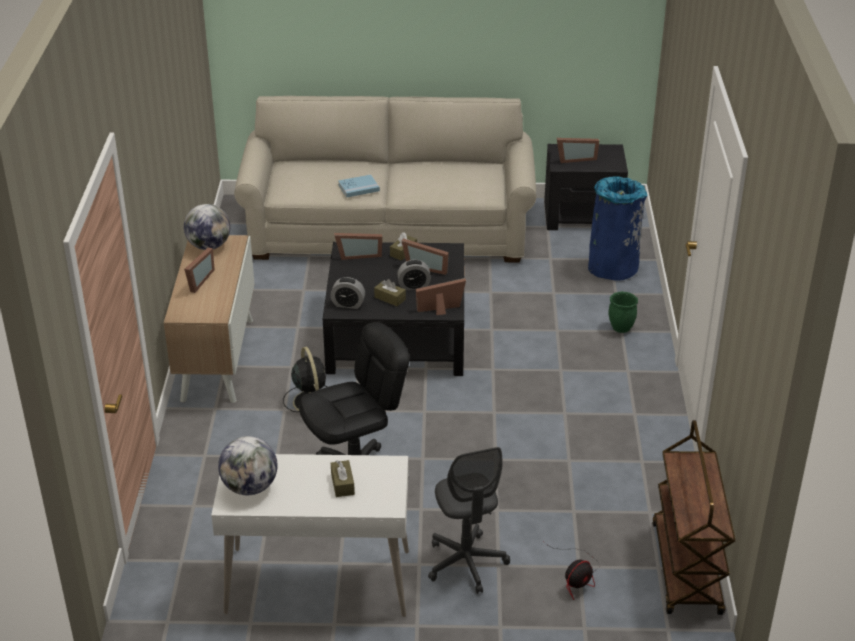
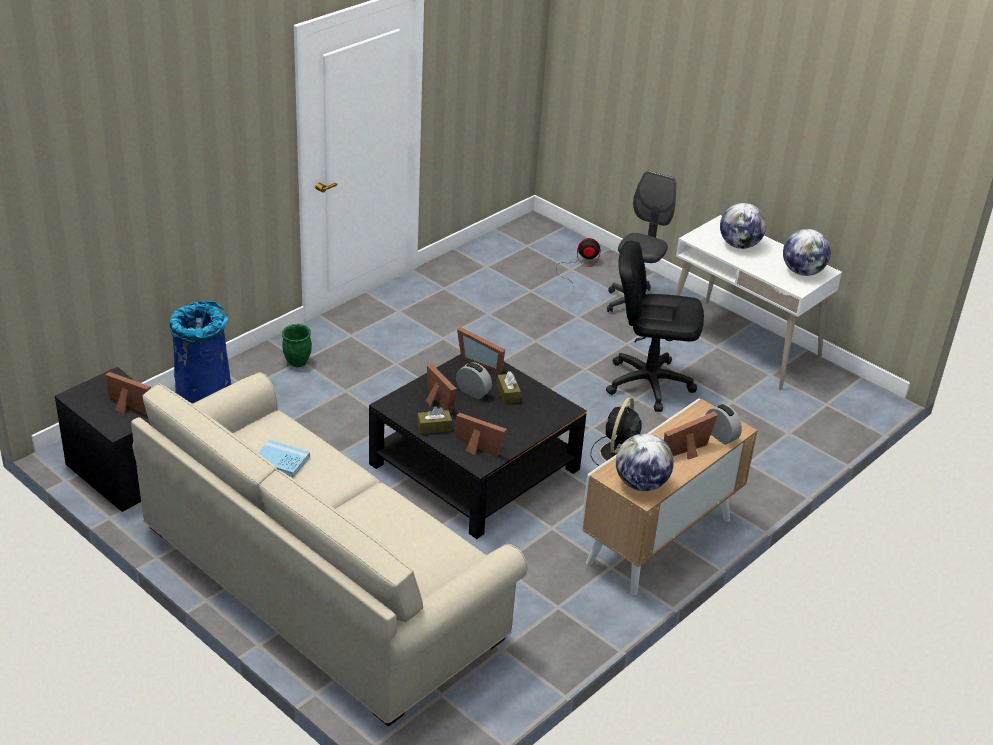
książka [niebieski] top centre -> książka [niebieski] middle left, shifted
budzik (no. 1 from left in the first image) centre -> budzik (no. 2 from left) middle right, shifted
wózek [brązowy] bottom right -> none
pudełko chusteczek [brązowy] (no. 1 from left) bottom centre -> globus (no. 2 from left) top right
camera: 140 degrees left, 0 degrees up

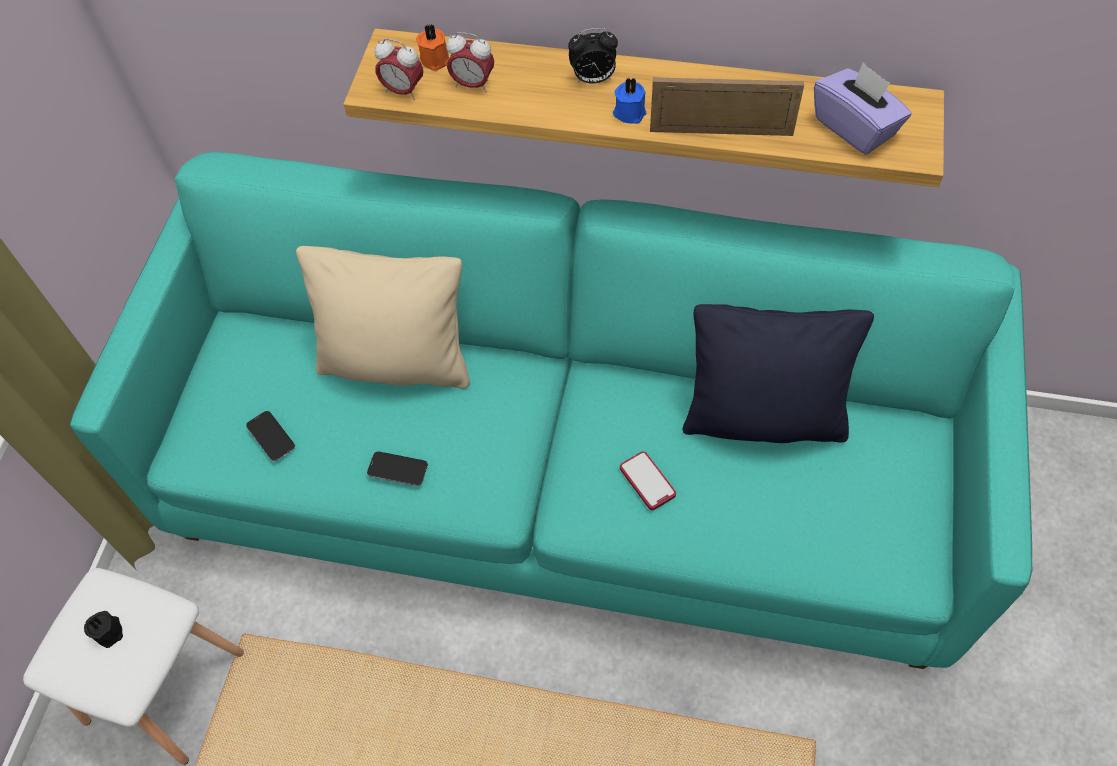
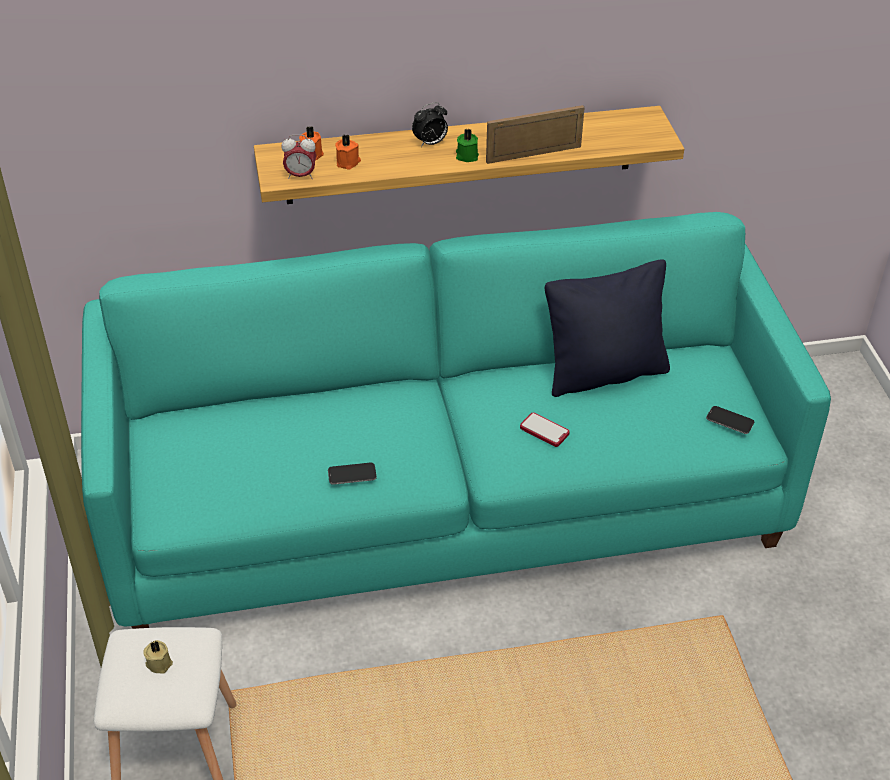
budzik (no. 2 from left) top centre -> świeca [pomarańczowy] (no. 2 from left) top centre
pudełko chusteczek [fioletowy] top right -> none
świeca [niebieski] top centre -> świeca [zielony] top centre
poduszka [beżowy] centre -> none
telefon (no. 1 from left in the first image) middle left -> telefon (no. 3 from left) middle right, shifted
świeca [czarny] bottom left -> świeca [beżowy] bottom left
camera: 25 degrees left, 15 degrees down

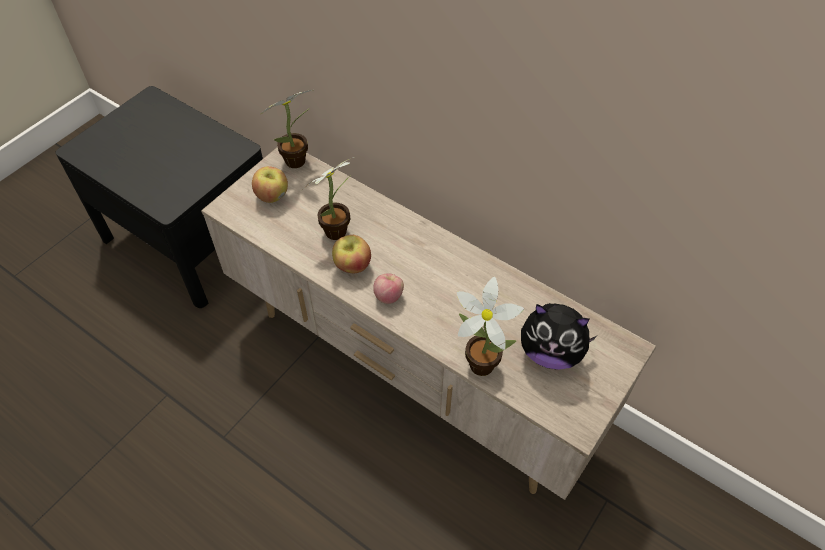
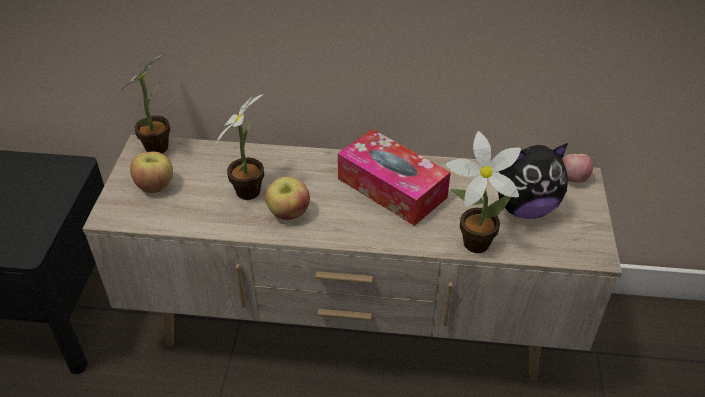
jabłko (no. 3 from left) centre -> jabłko (no. 3 from left) middle right, shifted
none -> pudełko chusteczek centre
camera: 30 degrees left, 10 degrees down

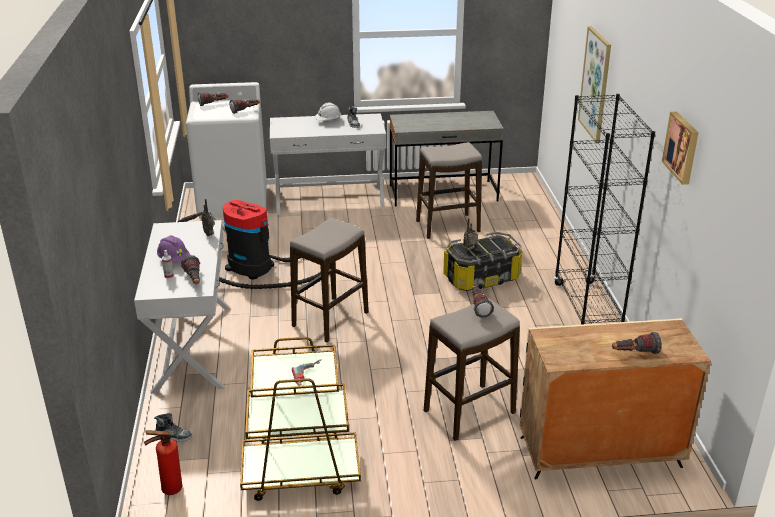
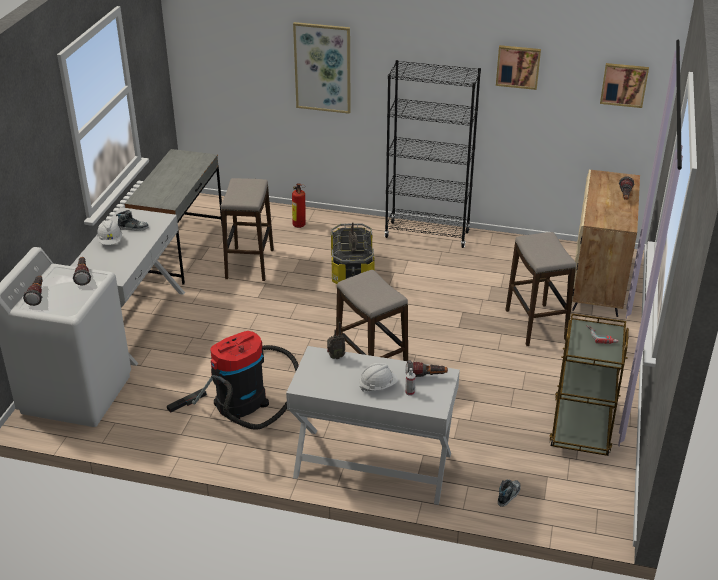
kask [fioletowy] middle left -> kask [biały] (no. 2 from left) centre
latarka (no. 4 from left) centre -> none
gaśnica bottom left -> gaśnica centre, shifted
none -> obraz (no. 3 from left) top right
camera: 70 degrees left, 5 degrees up

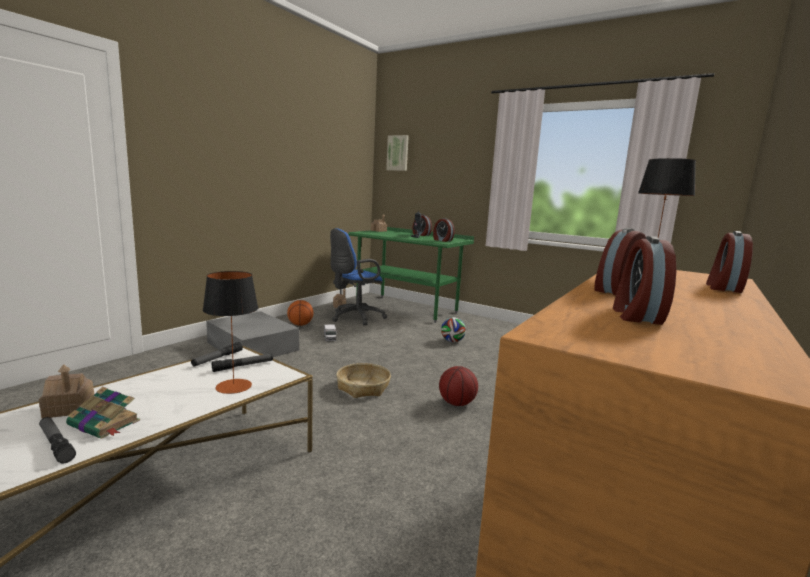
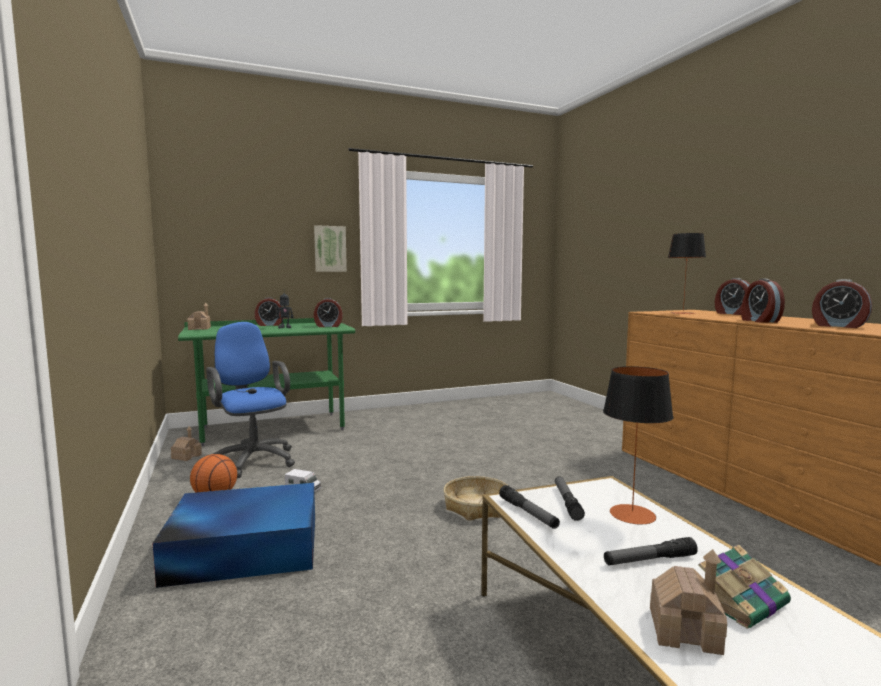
obraz top centre -> obraz centre, shifted
krzesło biurowe [niebieski] centre -> krzesło biurowe [niebieski] middle left, 150 degrees clockwise
pojemnik do przechowywania [szary] middle left -> pojemnik do przechowywania [niebieski] bottom left
piłka futbolowa centre -> none
piłka do koszykówki (no. 2 from left) bottom centre -> none
latarka (no. 1 from left in the first image) bottom left -> latarka (no. 3 from left) bottom right, shifted
camera: 55 degrees left, 5 degrees down

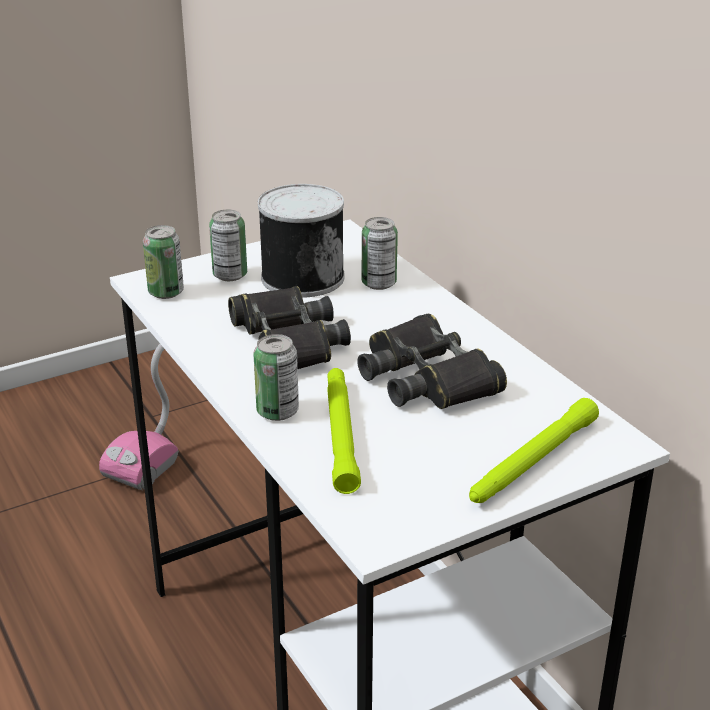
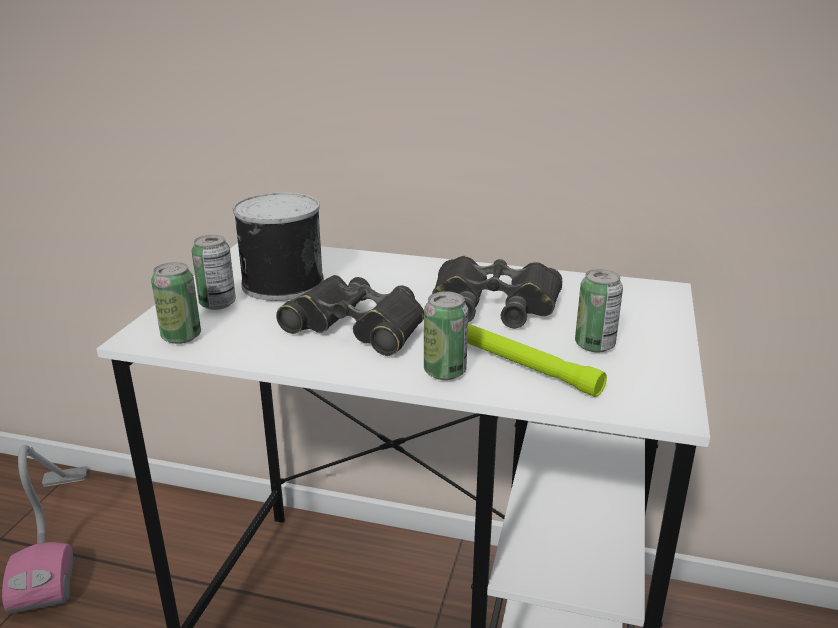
puszka (no. 5 from left) centre -> puszka (no. 5 from left) middle right, shifted
latarka [zielony] (no. 2 from left) middle right -> none
camera: 45 degrees left, 5 degrees down

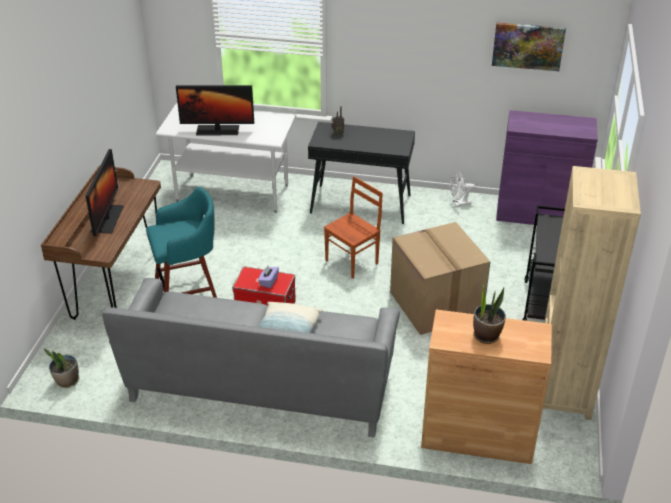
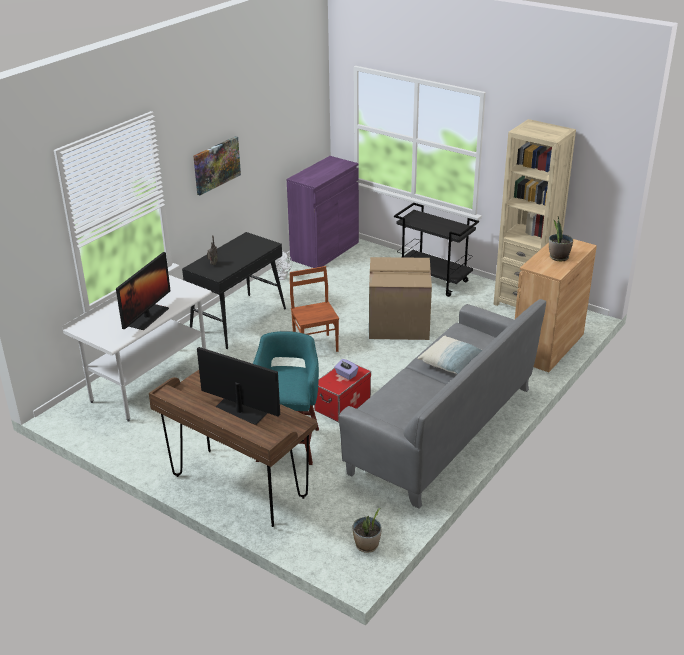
obraz top right -> obraz top left, shifted
camera: 65 degrees left, 5 degrees down

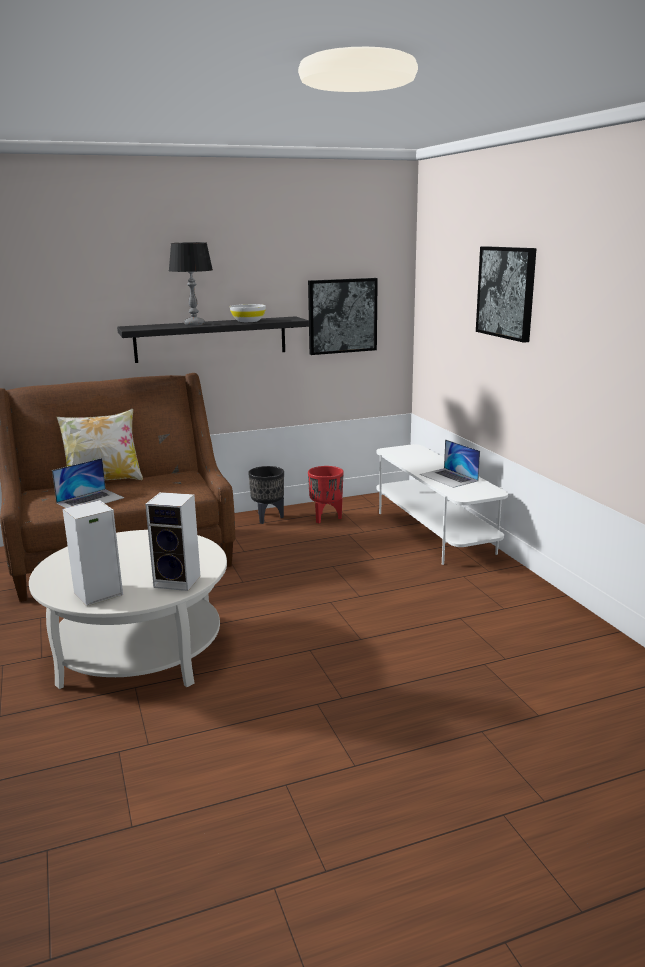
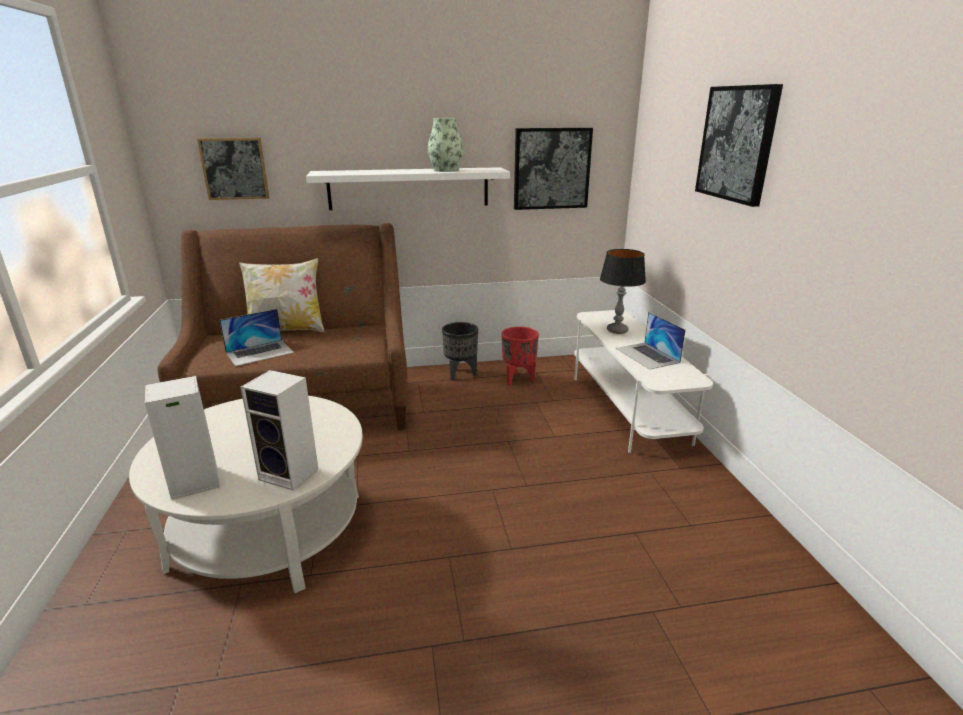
lampa stołowa top left -> lampa stołowa centre, shifted
miska [biały] top centre -> wazon top centre
półka [czarny] middle left -> półka [biały] top centre
none -> obraz (no. 1 from left) top left
camera: 10 degrees right, 5 degrees up

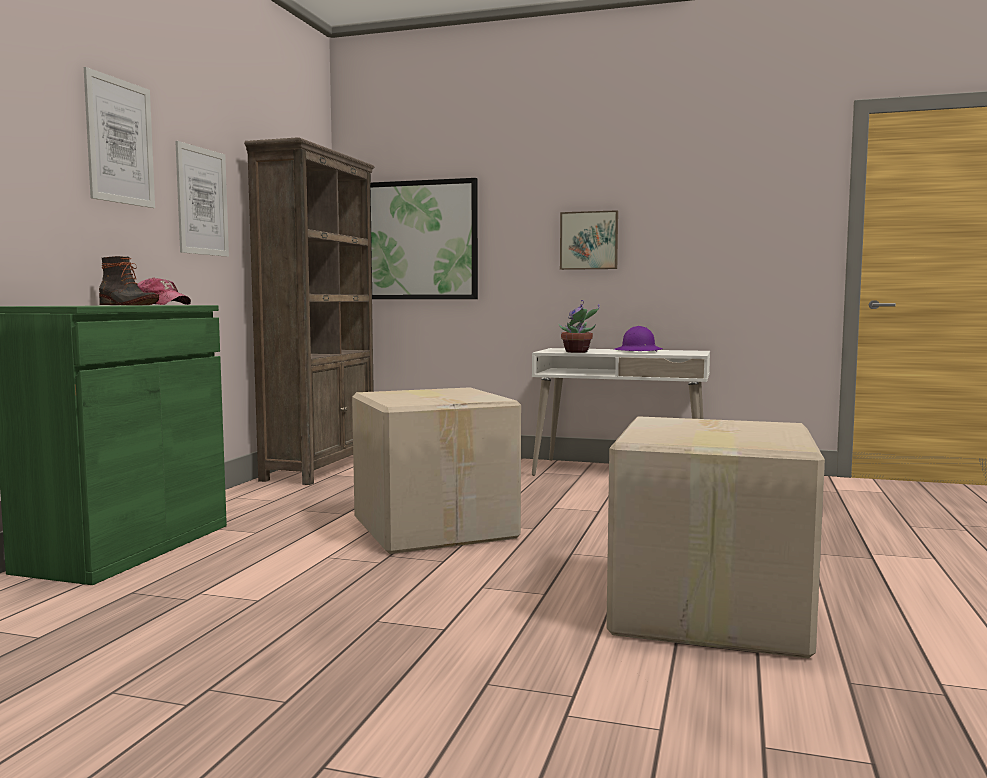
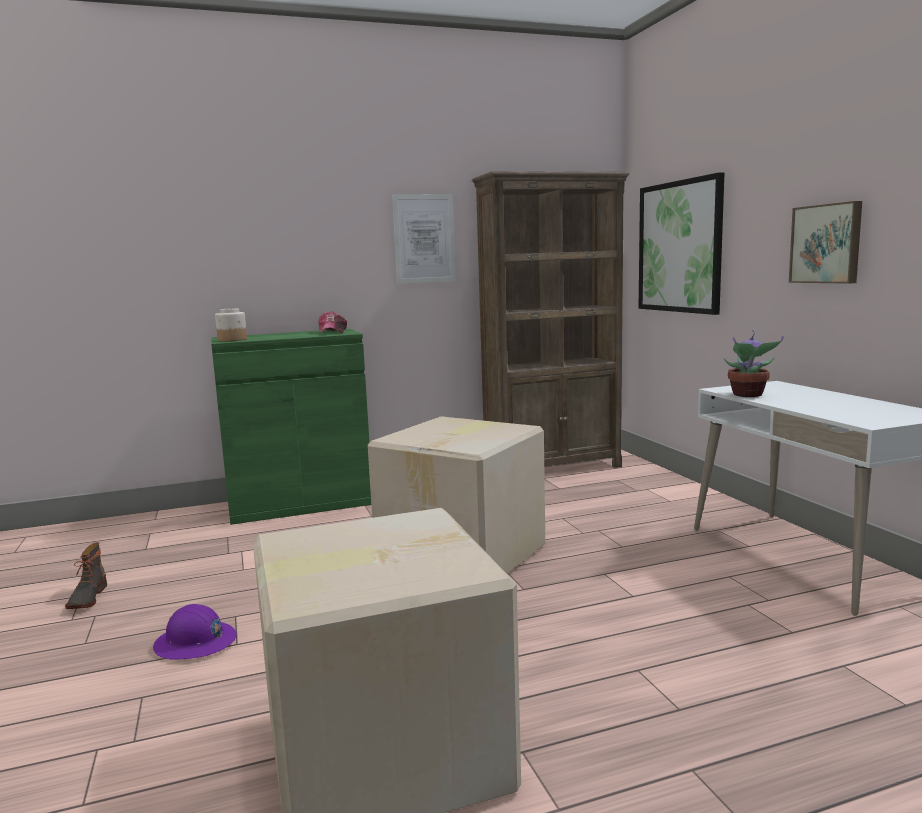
obraz (no. 1 from left) top left -> none
but z cholewką middle left -> but z cholewką bottom left, shifted
kask [fioletowy] centre -> kask [fioletowy] bottom left, shifted
none -> słoik middle left
camera: 55 degrees right, 5 degrees up

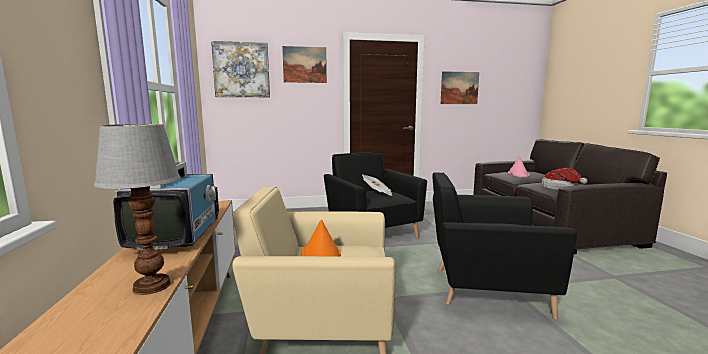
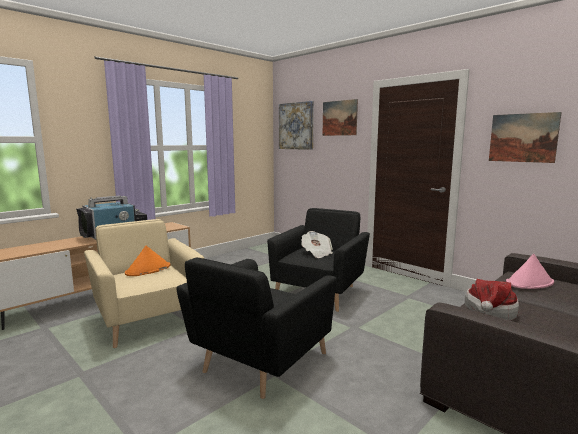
lampa stołowa middle left -> none
fotel [czarny] (no. 2 from left in the first image) bottom right -> fotel [czarny] (no. 1 from left) bottom centre, 120 degrees counterclockwise
camera: 55 degrees right, 0 degrees up

